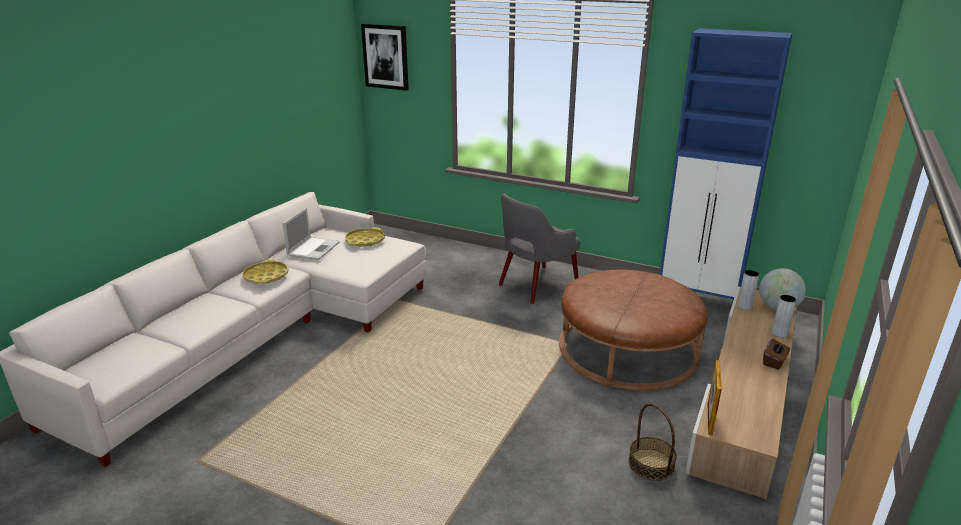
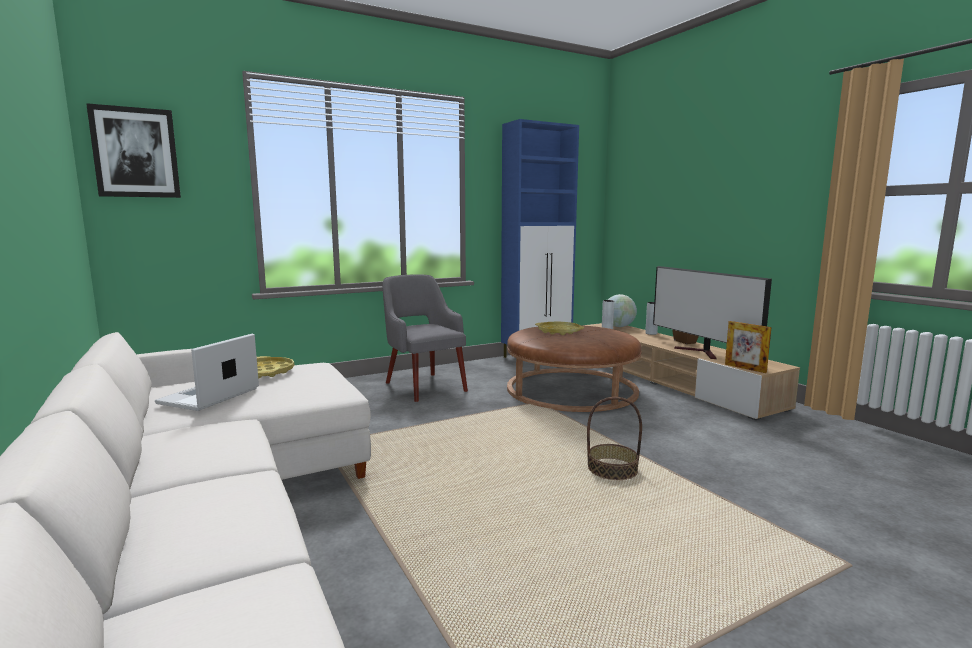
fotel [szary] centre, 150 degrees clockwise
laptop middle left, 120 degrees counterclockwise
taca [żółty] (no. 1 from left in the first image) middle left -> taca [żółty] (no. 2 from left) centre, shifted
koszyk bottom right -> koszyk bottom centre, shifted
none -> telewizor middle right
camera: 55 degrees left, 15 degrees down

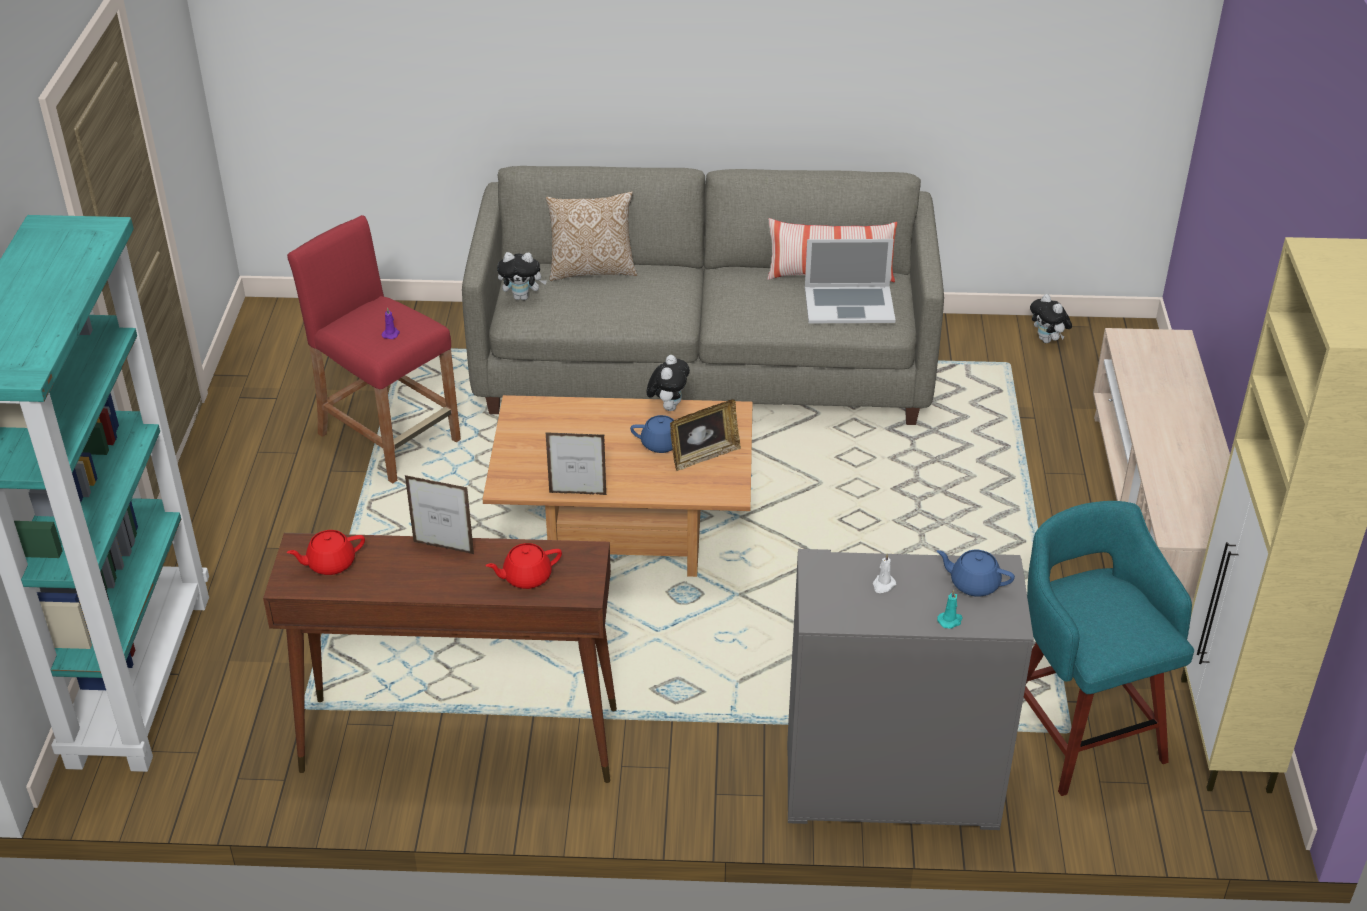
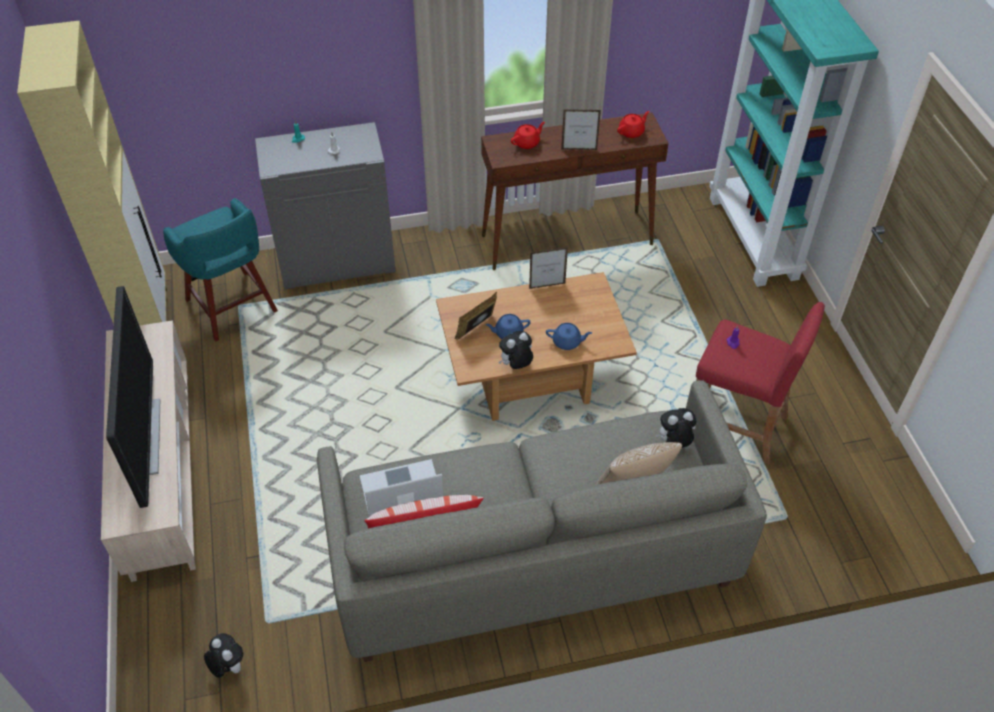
pluszak (no. 2 from left) centre, 60 degrees clockwise
imbryk [niebieski] (no. 2 from left) middle right -> imbryk [niebieski] (no. 2 from left) centre, shifted
none -> telewizor middle left
camera: 165 degrees right, 10 degrees up

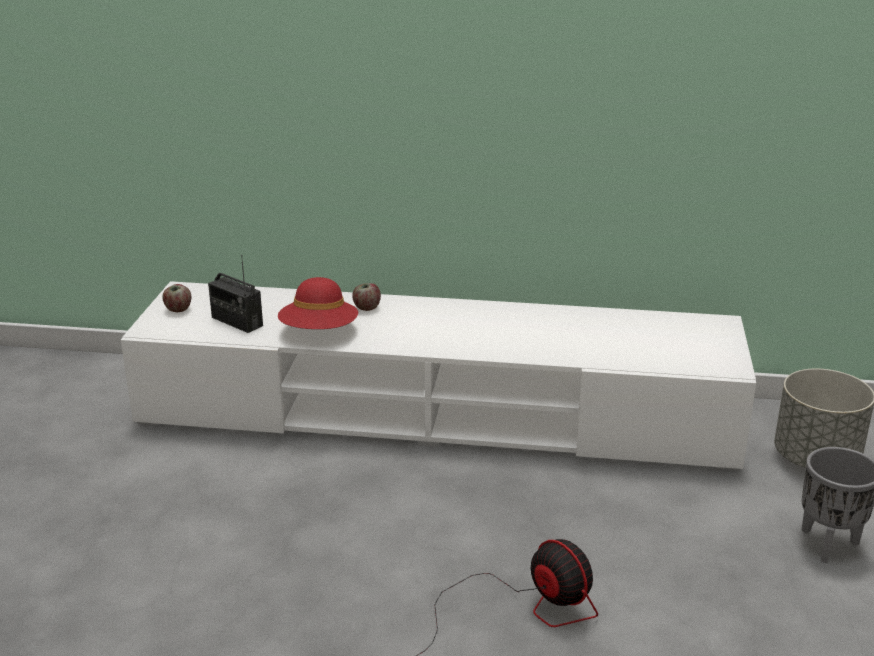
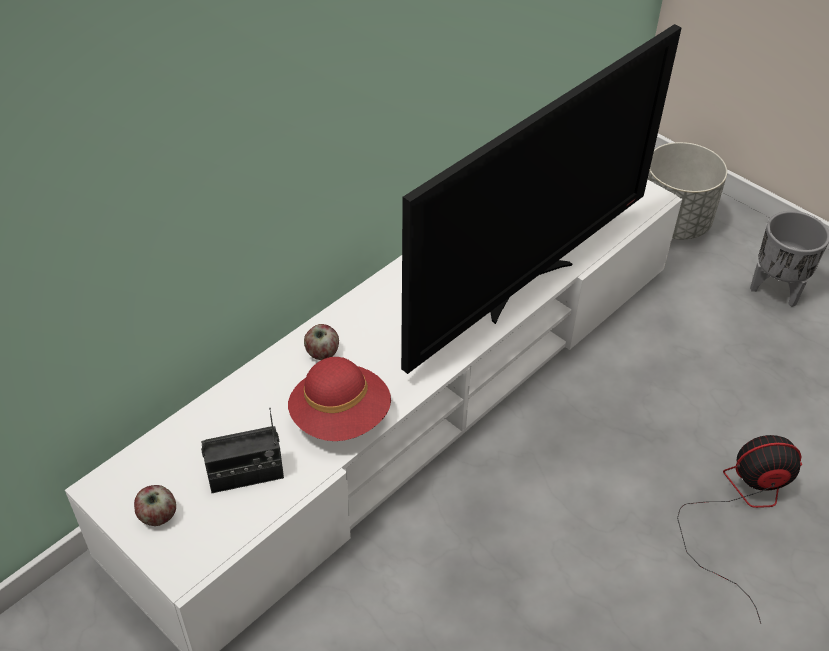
none -> telewizor top centre
camera: 55 degrees left, 20 degrees up

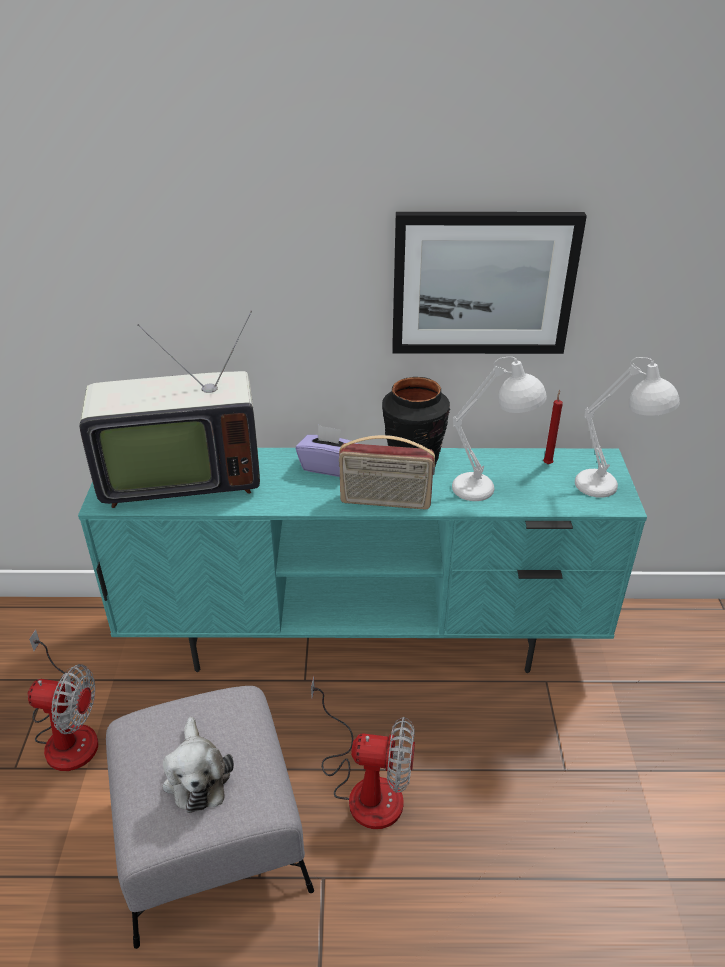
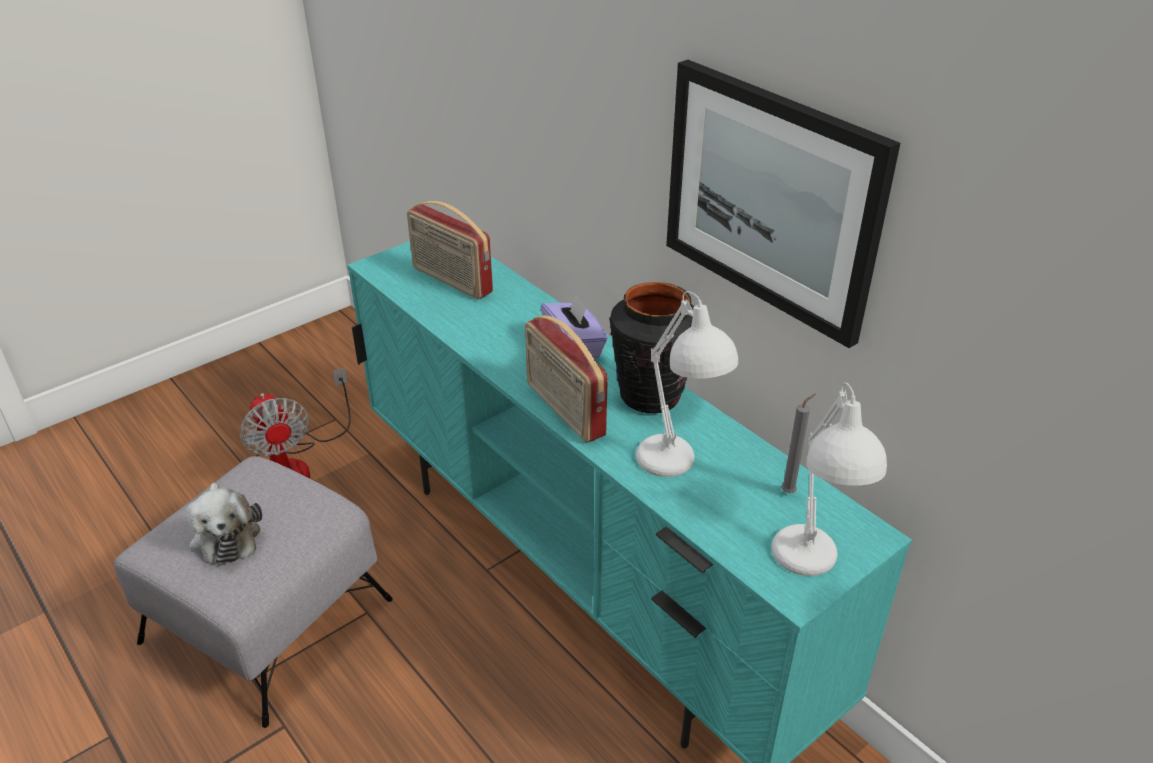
telewizor middle left -> radio (no. 1 from left) top centre
świeca [czerwony] middle right -> świeca [szary] middle right
wentylator (no. 2 from left) bottom centre -> none
pluszak bottom left, 60 degrees counterclockwise
camera: 50 degrees right, 0 degrees up

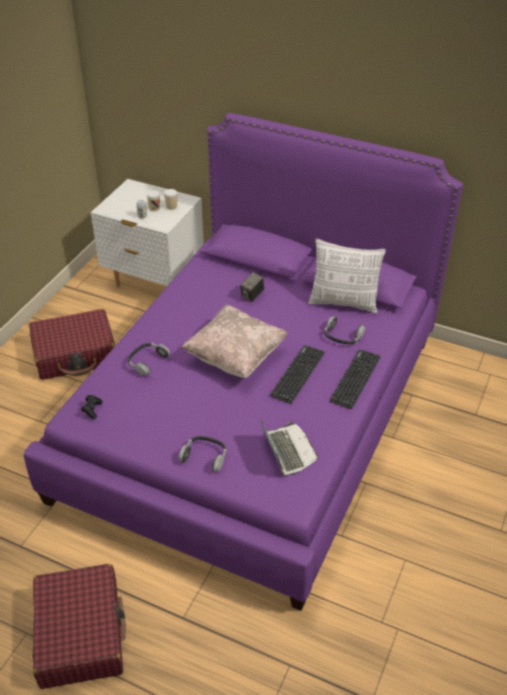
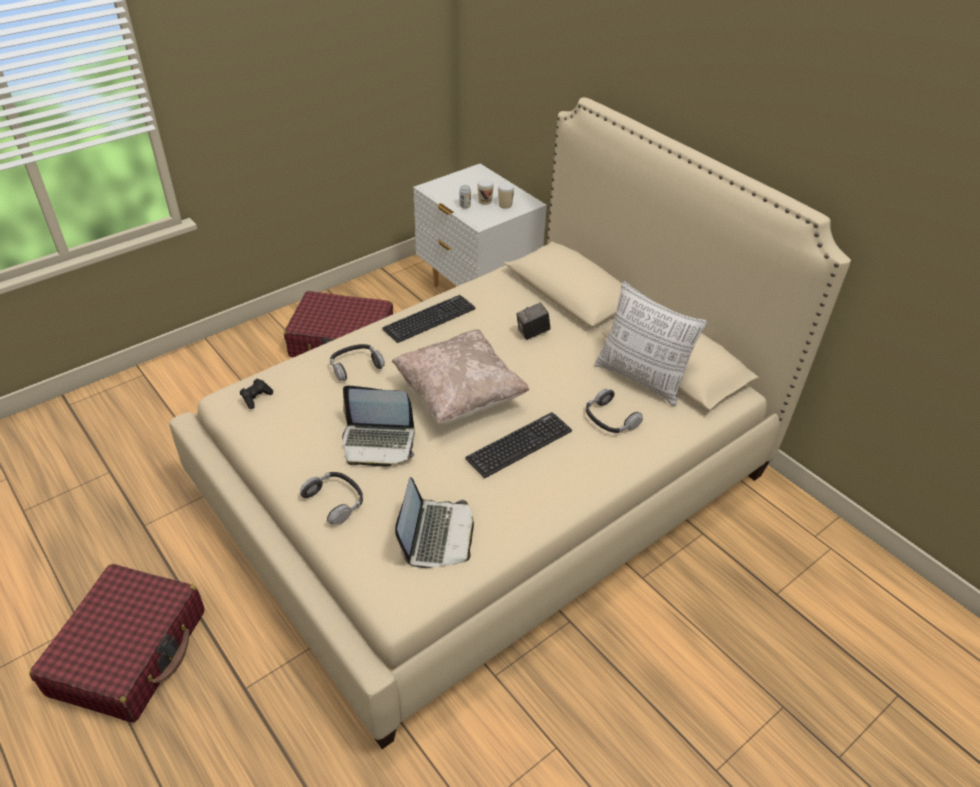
łóżko [fioletowy] centre -> łóżko [beżowy] centre
klawiatura (no. 2 from left in the first image) middle right -> klawiatura (no. 1 from left) centre, shifted
none -> laptop (no. 1 from left) centre
camera: 25 degrees right, 0 degrees up

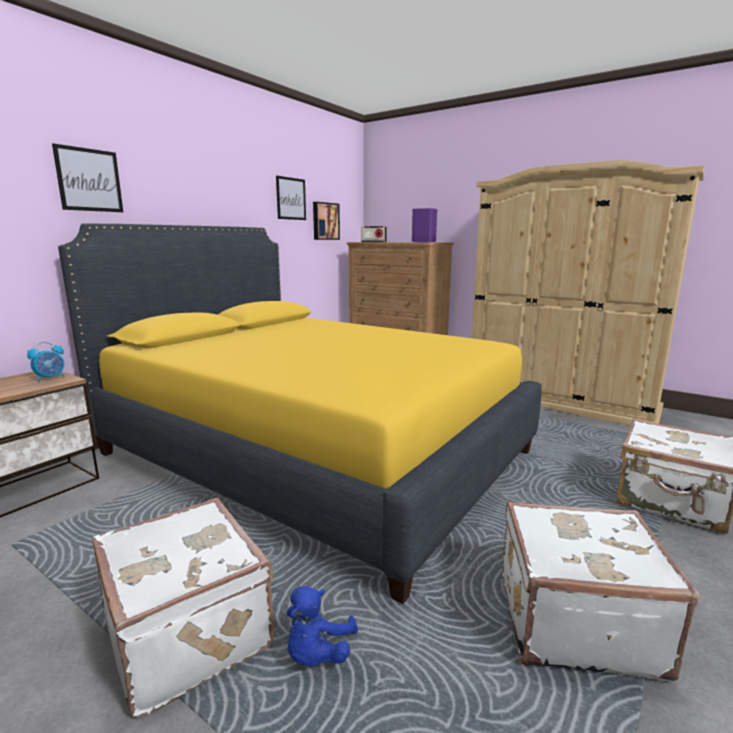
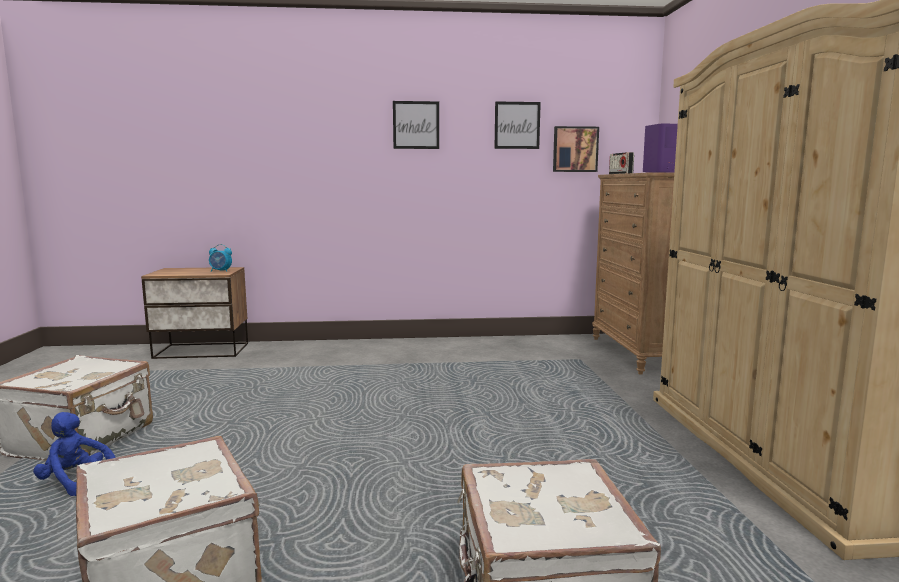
obraz (no. 1 from left) top left -> obraz (no. 1 from left) top centre, shifted
łóżko [żółty] centre -> none
pluszak [niebieski] bottom centre -> pluszak [niebieski] bottom left, 45 degrees clockwise
camera: 50 degrees right, 5 degrees down

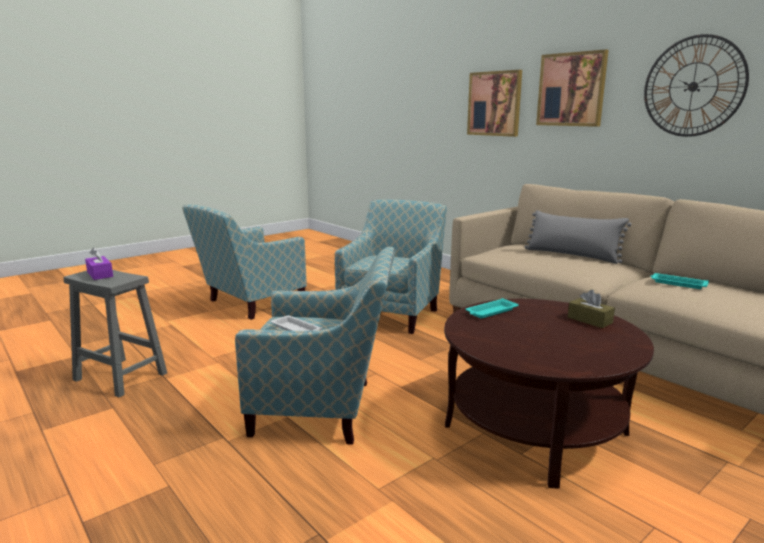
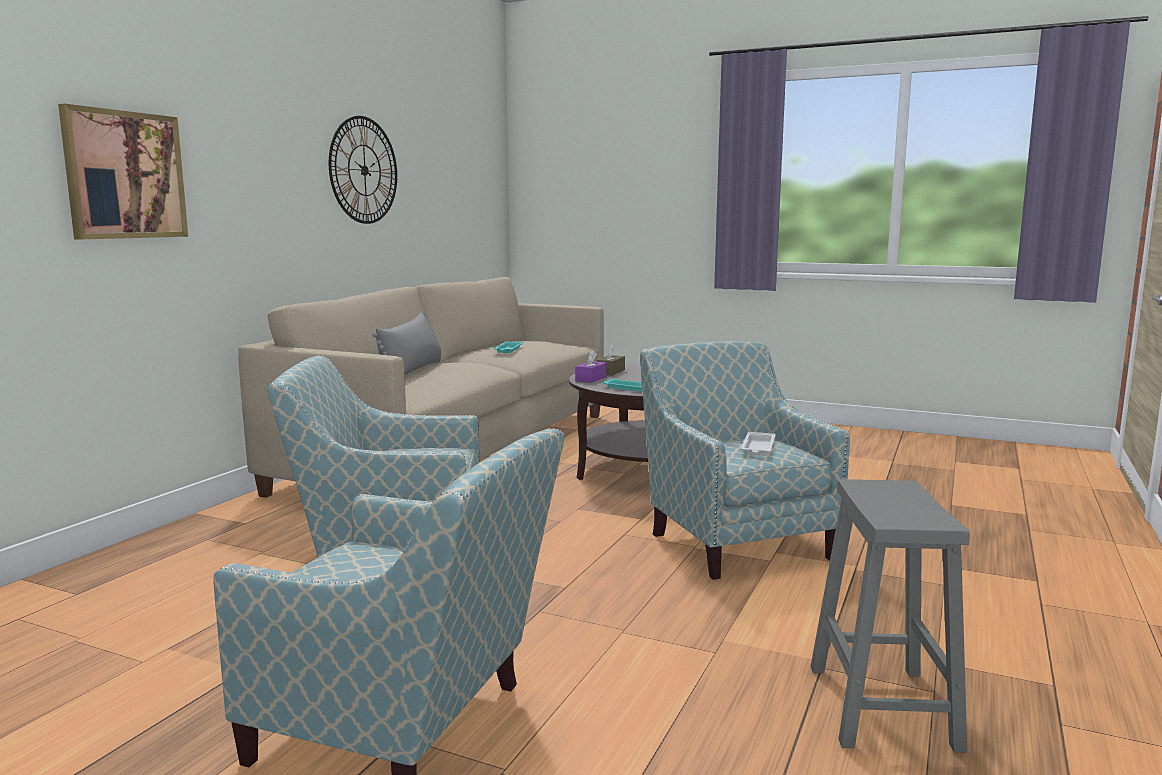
obraz (no. 2 from left) top right -> none
pudełko chusteczek [fioletowy] middle left -> pudełko chusteczek [fioletowy] centre, shifted
camera: 115 degrees left, 5 degrees down

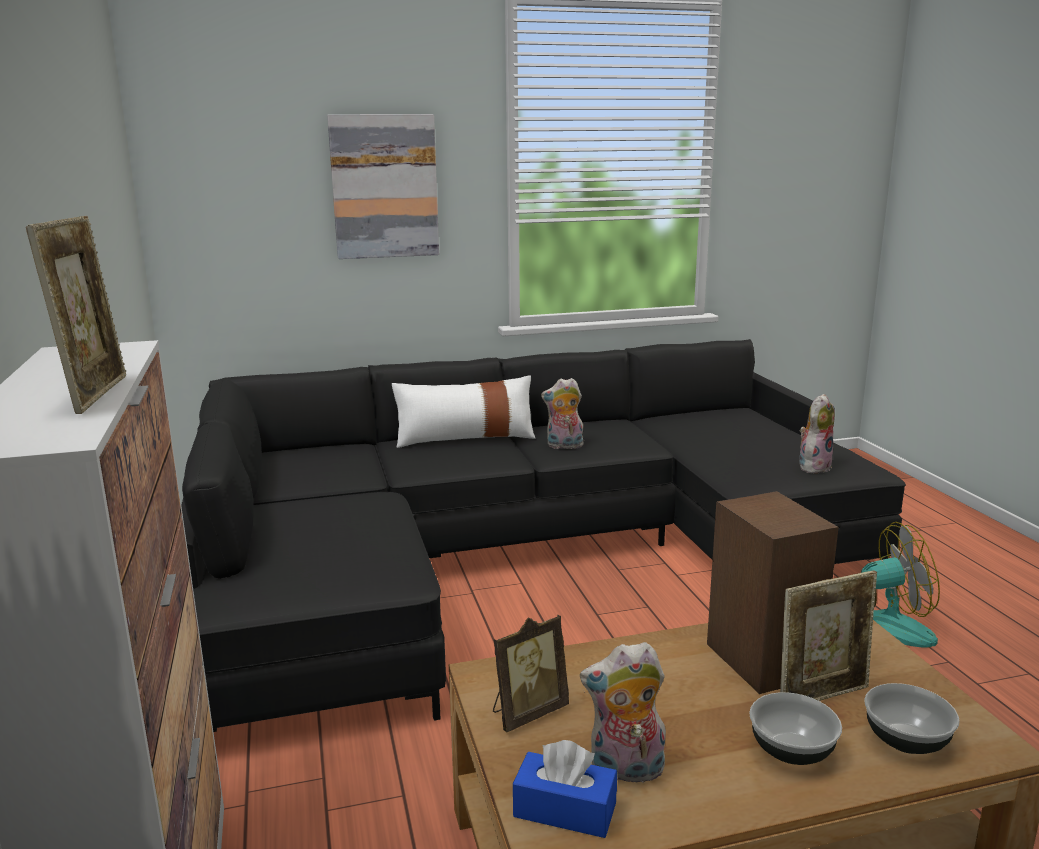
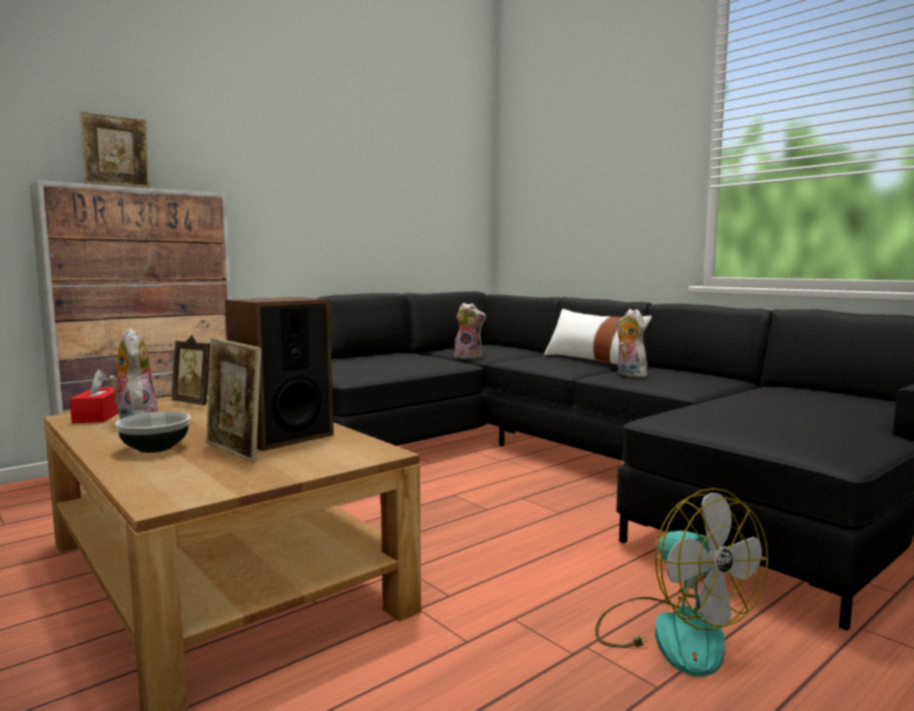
obraz top centre -> none
pluszak (no. 3 from left in the first image) middle right -> pluszak (no. 2 from left) centre, shifted
miska (no. 2 from left) bottom right -> none
pudełko chusteczek [niebieski] bottom centre -> pudełko chusteczek [czerwony] middle left
camera: 65 degrees right, 10 degrees down

